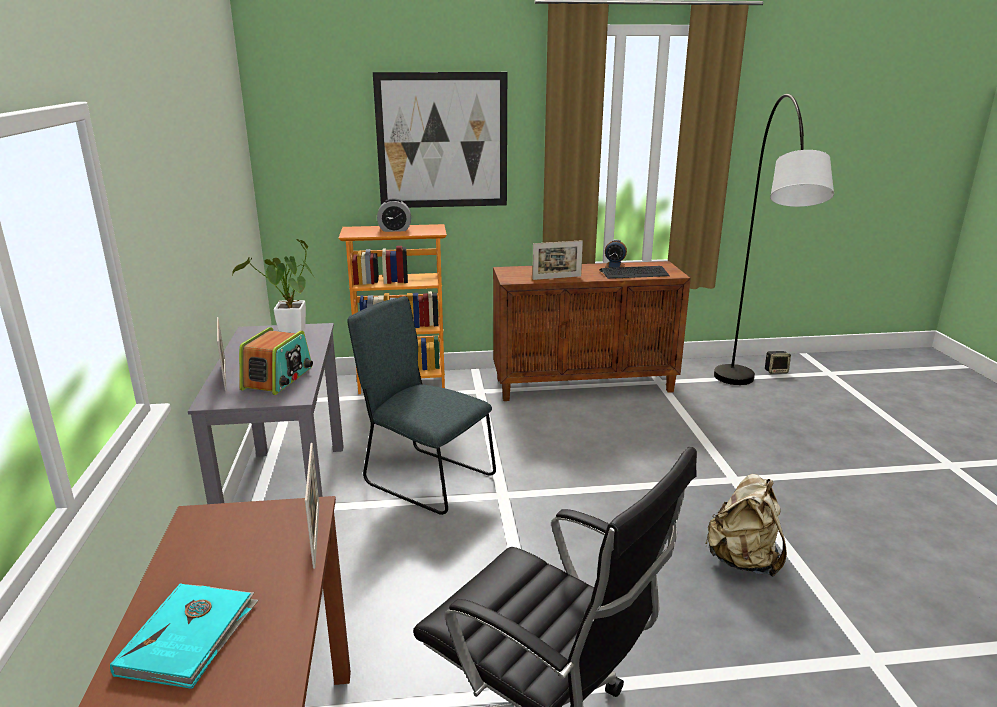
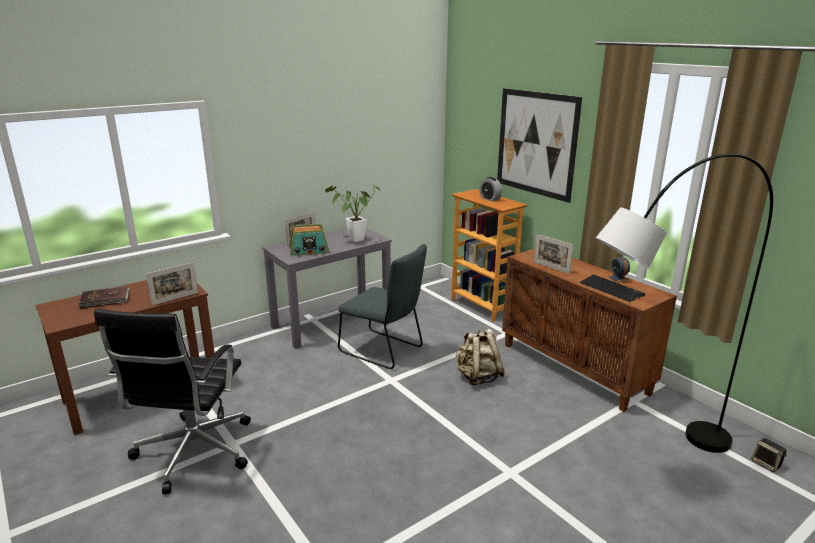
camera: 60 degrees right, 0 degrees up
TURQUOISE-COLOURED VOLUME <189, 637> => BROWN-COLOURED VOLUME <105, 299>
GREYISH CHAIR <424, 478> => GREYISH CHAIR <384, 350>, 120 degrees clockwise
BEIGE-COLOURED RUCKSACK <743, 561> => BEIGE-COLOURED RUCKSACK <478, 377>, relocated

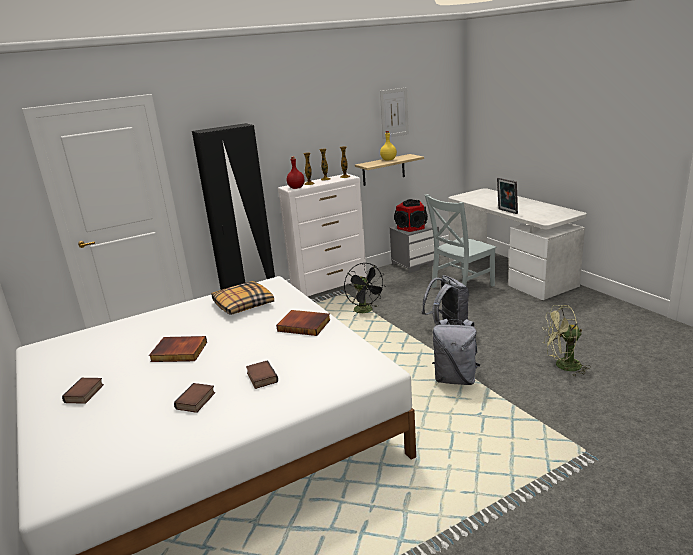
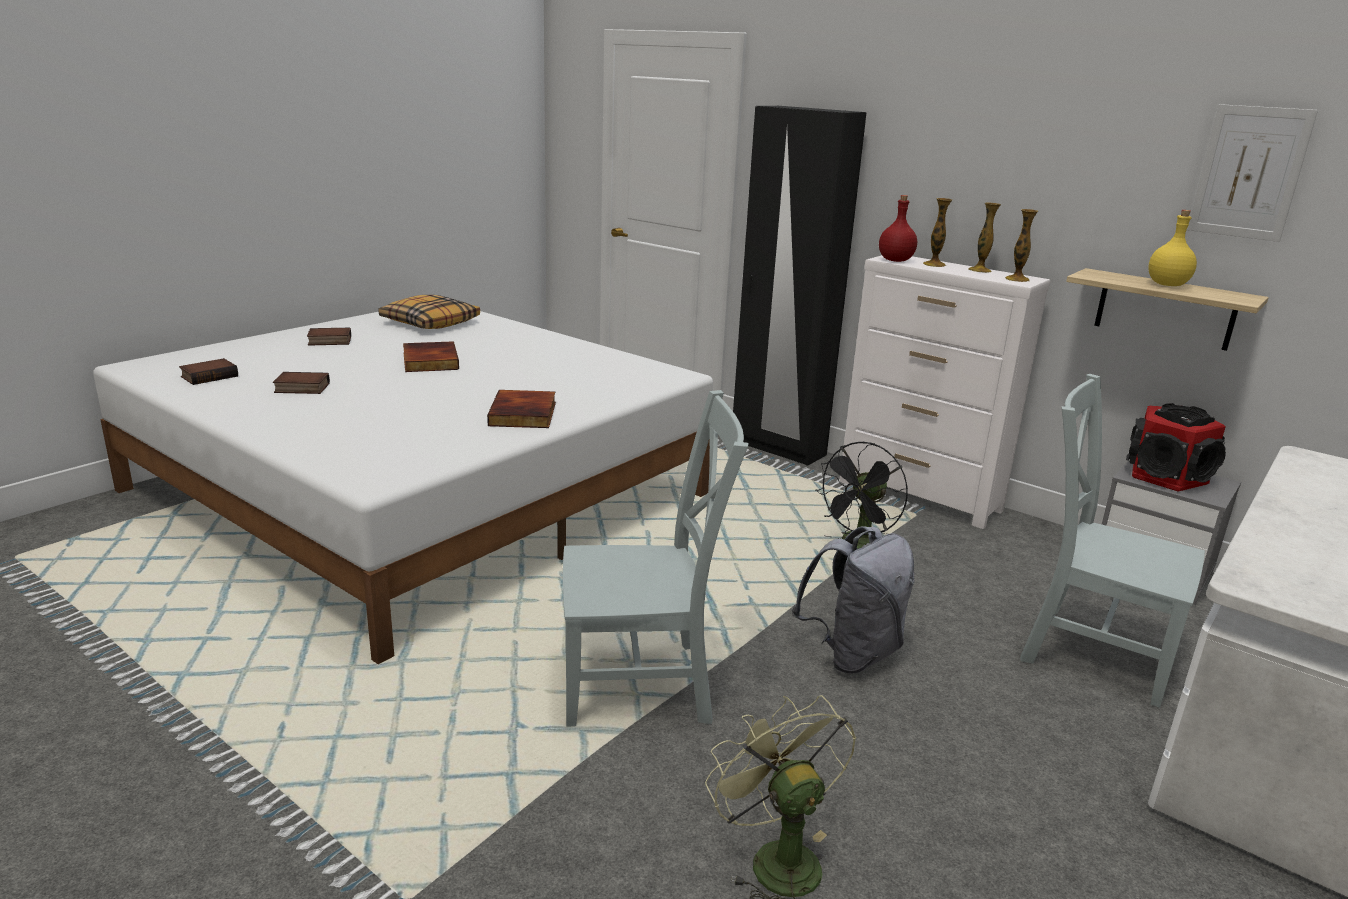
camera: 65 degrees right, 0 degrees up
THROW PILLOW <243, 305> => THROW PILLOW <430, 323>, relocated
VOLUME <261, 377> => VOLUME <209, 376>, relocated
GREYISH RUCKSACK <455, 379> => GREYISH CHAIR <643, 685>
PHOTO FRAME <506, 211> => nothing

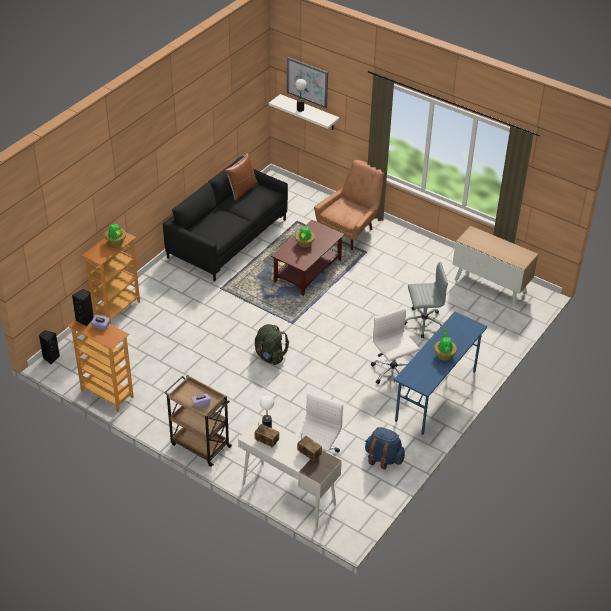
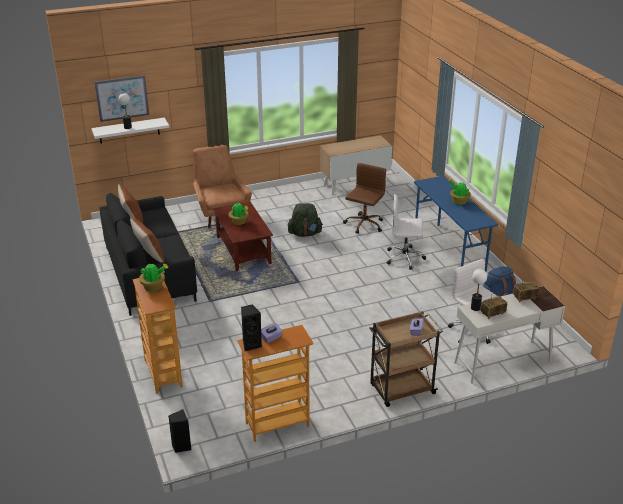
camera: 55 degrees left, 10 degrees down
GREENISH RUCKSACK <270, 356> => GREENISH RUCKSACK <305, 233>, relocated
GREYISH DESK CHAIR <423, 322> => BROWN-COLOURED DESK CHAIR <364, 225>
nothing => BROWN-COLOURED THROW PILLOW <149, 256>

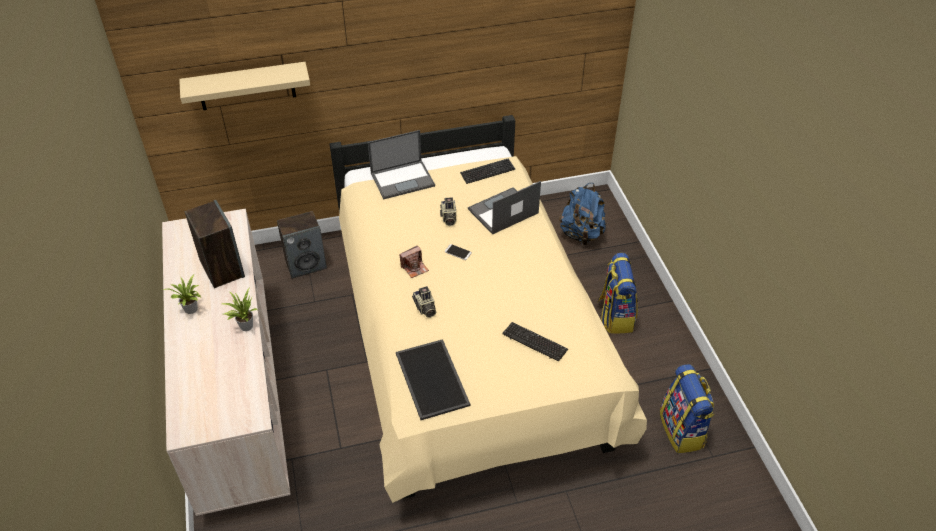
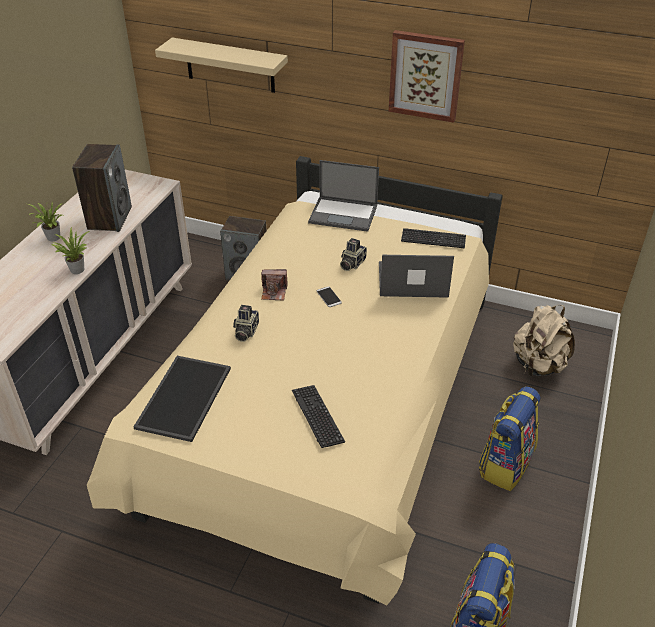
camera: 35 degrees right, 5 degrees down
BLUE RUCKSACK <581, 234> => BEIGE-COLOURED RUCKSACK <538, 365>
nothing => PICTURE <425, 75>

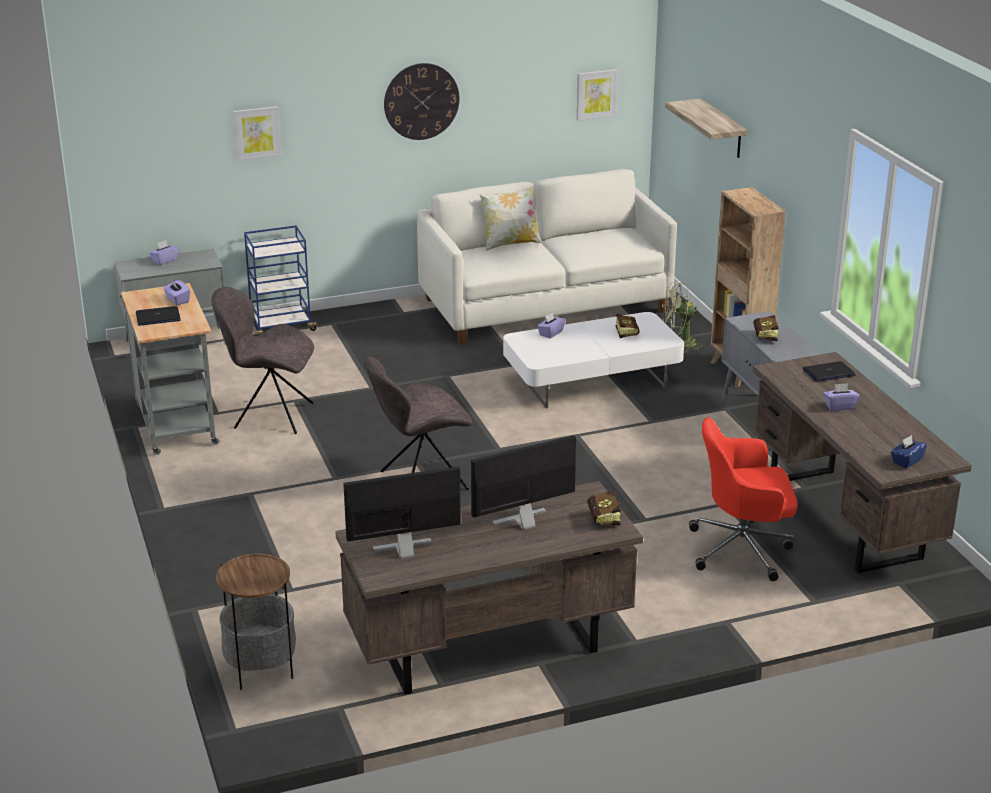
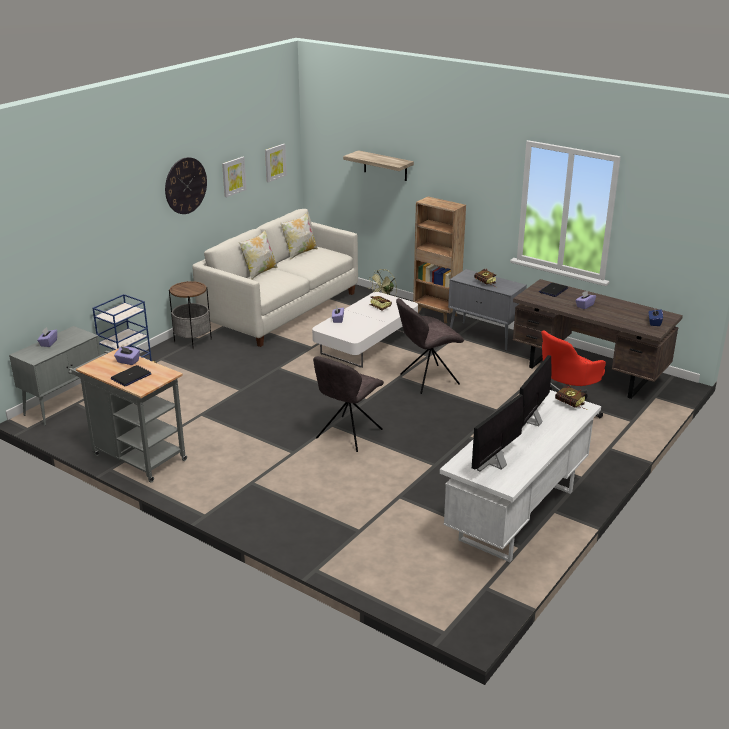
camera: 35 degrees left, 0 degrees up
GREYISH CHAIR <270, 415> => GREYISH CHAIR <427, 380>, relocated
END TABLE <261, 668> => END TABLE <193, 340>, relocated
PICTURE <256, 133> => PICTURE <233, 176>, relocated
BROWN-COLOURED DESK <488, 650> => WHITISH DESK <517, 516>
nothing => THROW PILLOW <299, 253>

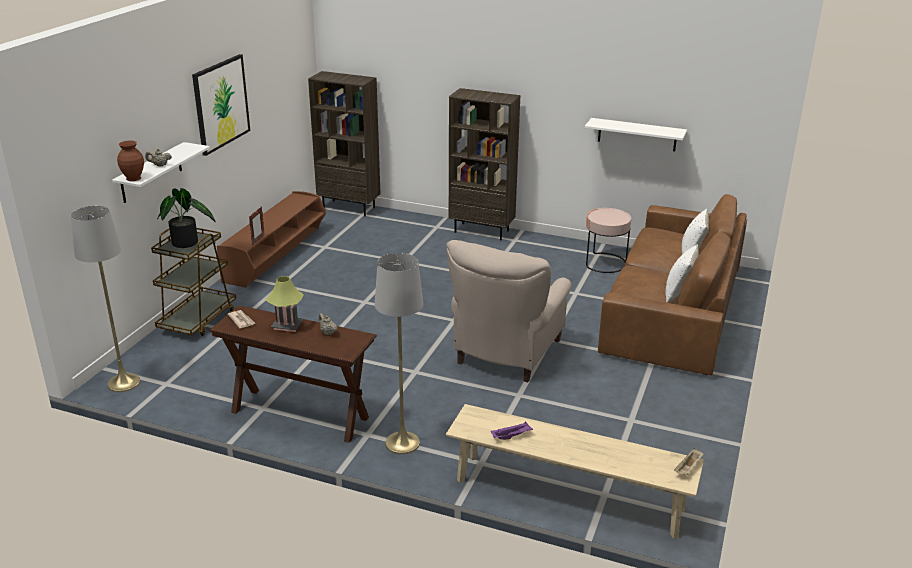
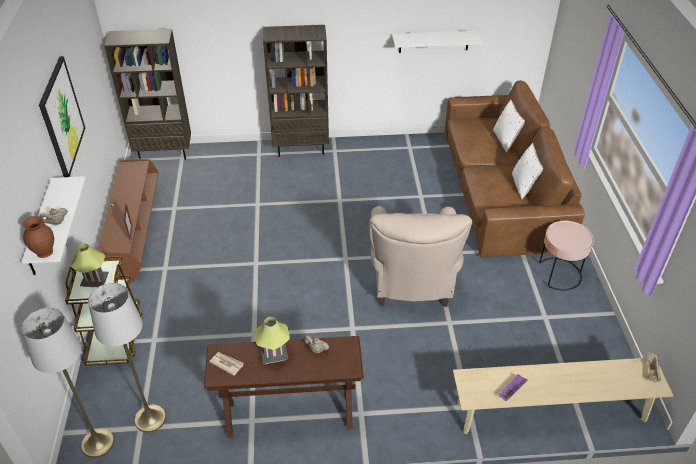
camera: 25 degrees left, 15 degrees up
PLANT IN A POT <187, 244> => LAMP FOR A TABLE <95, 280>
GREYISH FLOOR LAMP <402, 443> => GREYISH FLOOR LAMP <150, 418>, relocated
PINK END TABLE <604, 263> => PINK END TABLE <559, 274>, relocated

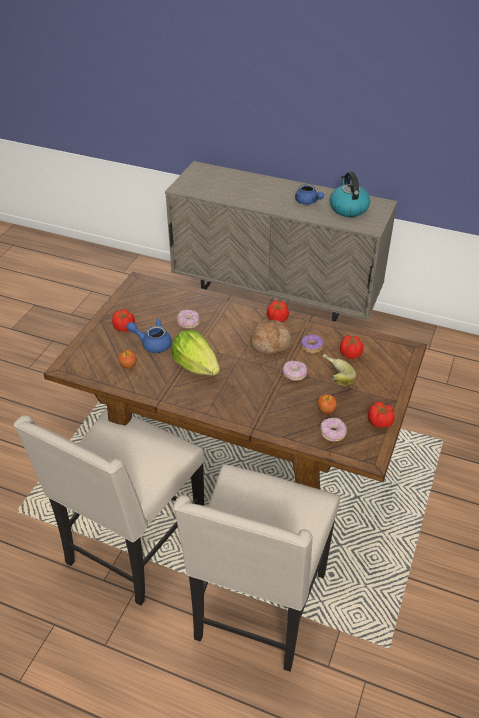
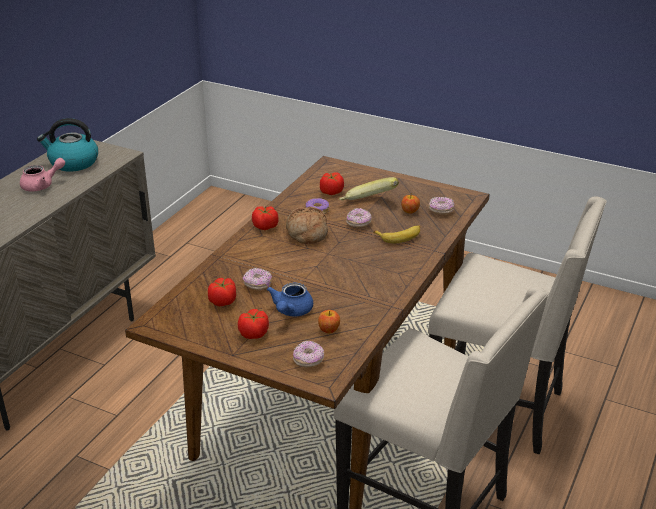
camera: 85 degrees left, 10 degrees down
LETTUCE <196, 366> => nothing
BLUE POT FOR TEA <308, 202> => PINK POT FOR TEA <42, 185>
WHOLE TOMATO <380, 422> => WHOLE TOMATO <223, 301>, relocated
nothing => DONUT <308, 360>
nothing => WHOLE BANANA <399, 236>

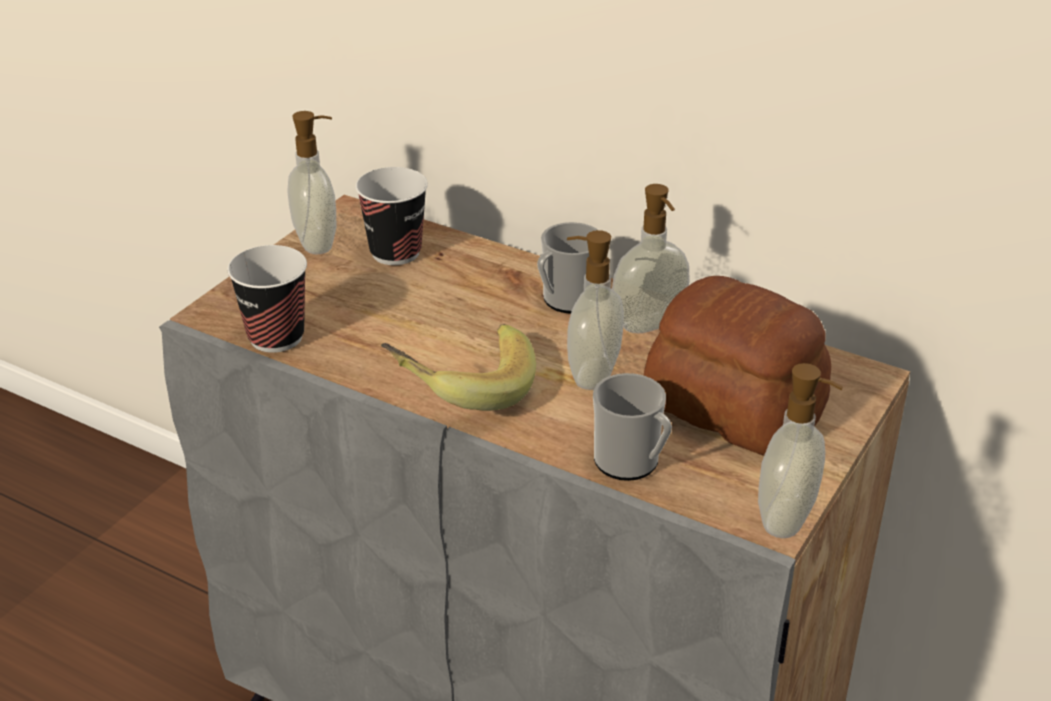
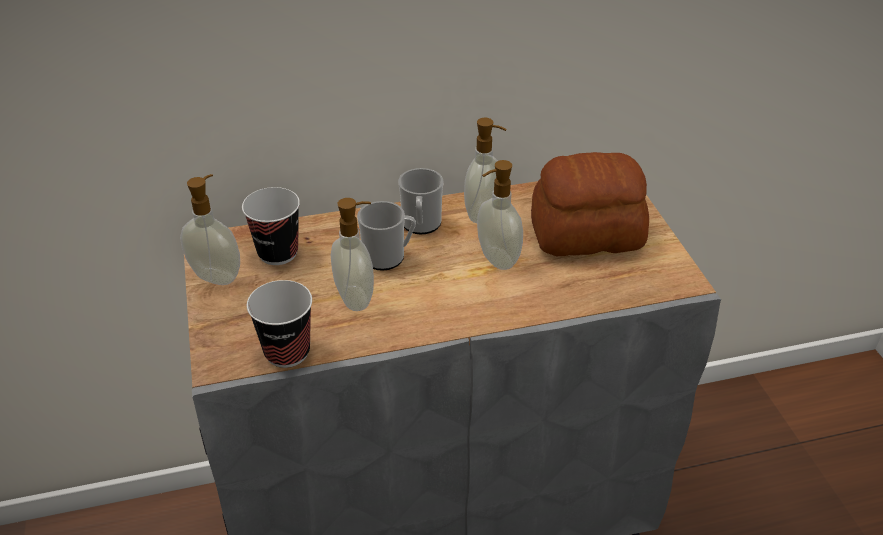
camera: 45 degrees left, 5 degrees up
WHOLE BANANA <461, 389> => nothing
MUG <632, 463> => MUG <388, 257>, relocated
SOAP BOTTLE <788, 519> => SOAP BOTTLE <356, 298>, relocated

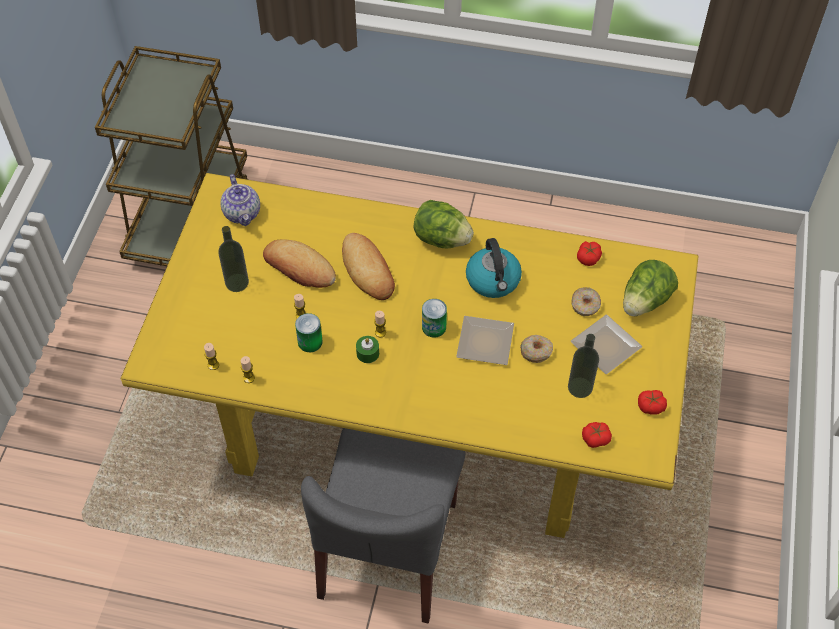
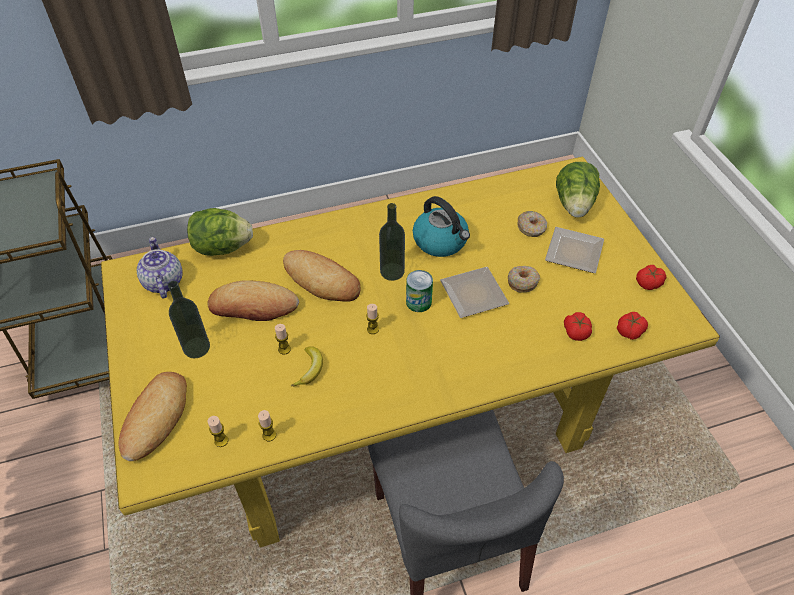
camera: 30 degrees left, 5 degrees down
POT FOR TEA <243, 213> => POT FOR TEA <163, 282>, 150 degrees counterclockwise
SEALED CAN <310, 342> => WHOLE BANANA <310, 369>
GREENISH WAX LIGHT <367, 353> => nothing
LETTUCE <441, 239> => LETTUCE <222, 247>, relocated
DRINK BOTTLE <580, 387> => DRINK BOTTLE <392, 271>, relocated
WHOLE TOMATO <588, 258> => WHOLE TOMATO <576, 331>, relocated
nothing => BREAD <156, 418>

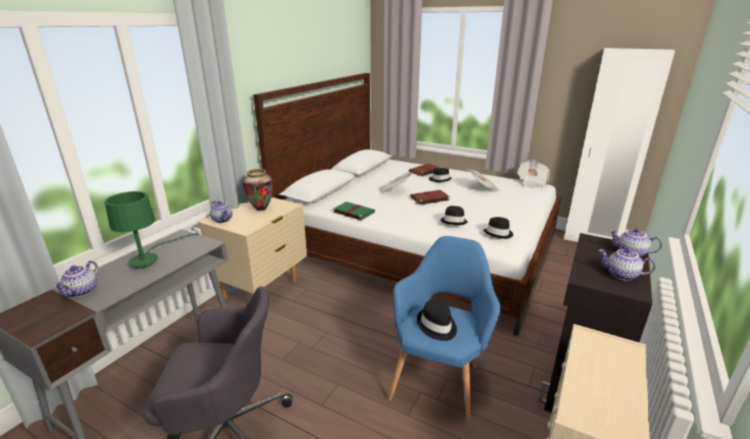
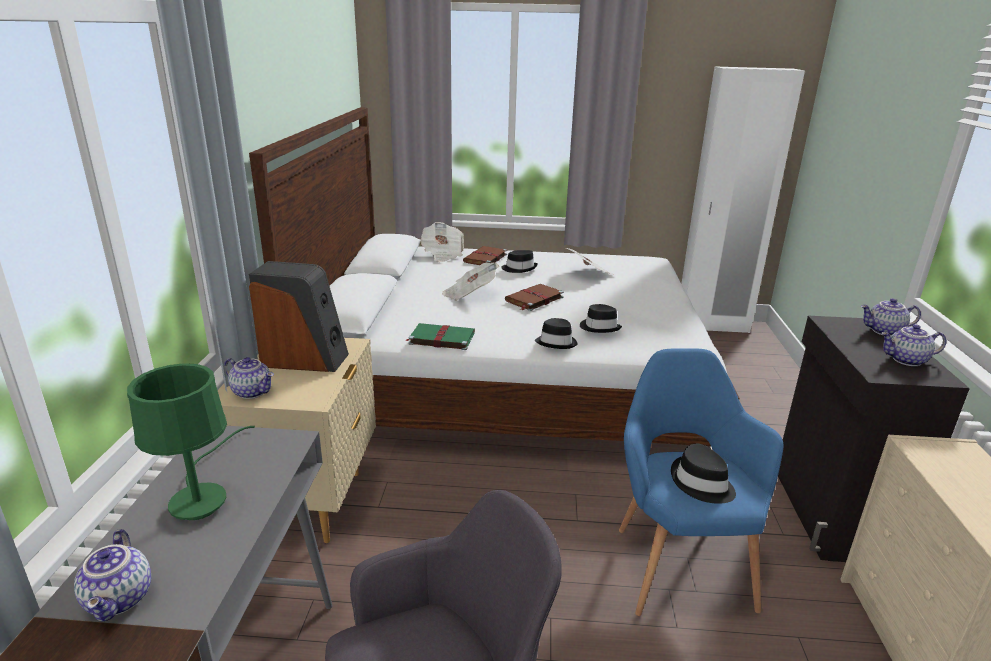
camera: 25 degrees left, 0 degrees up
DECORATIVE VASE <261, 209> => LOUDSPEAKER <305, 359>
BLACK CLOTHING HAT <498, 233> => BLACK CLOTHING HAT <556, 342>, relocated
NEWSPAPER <532, 182> => NEWSPAPER <442, 254>, relocated

